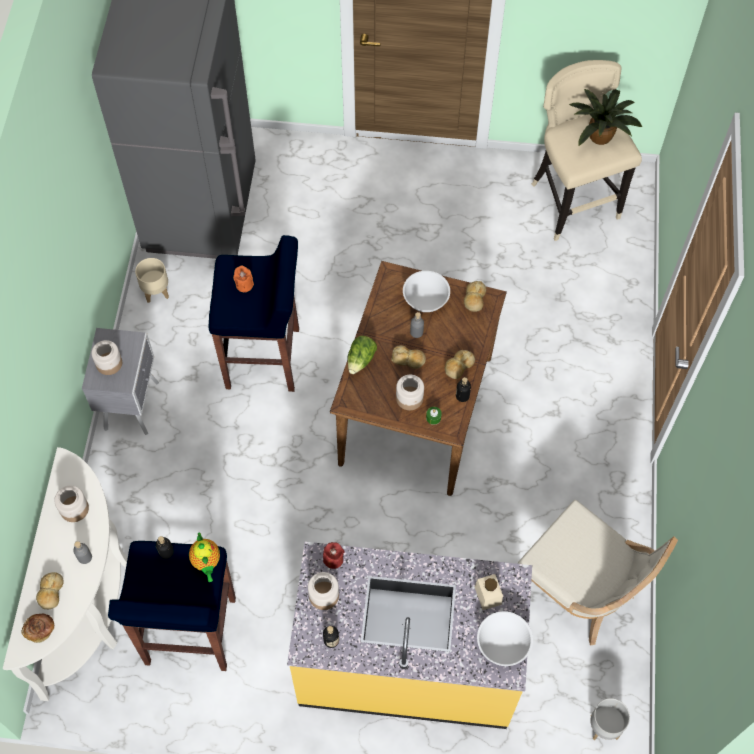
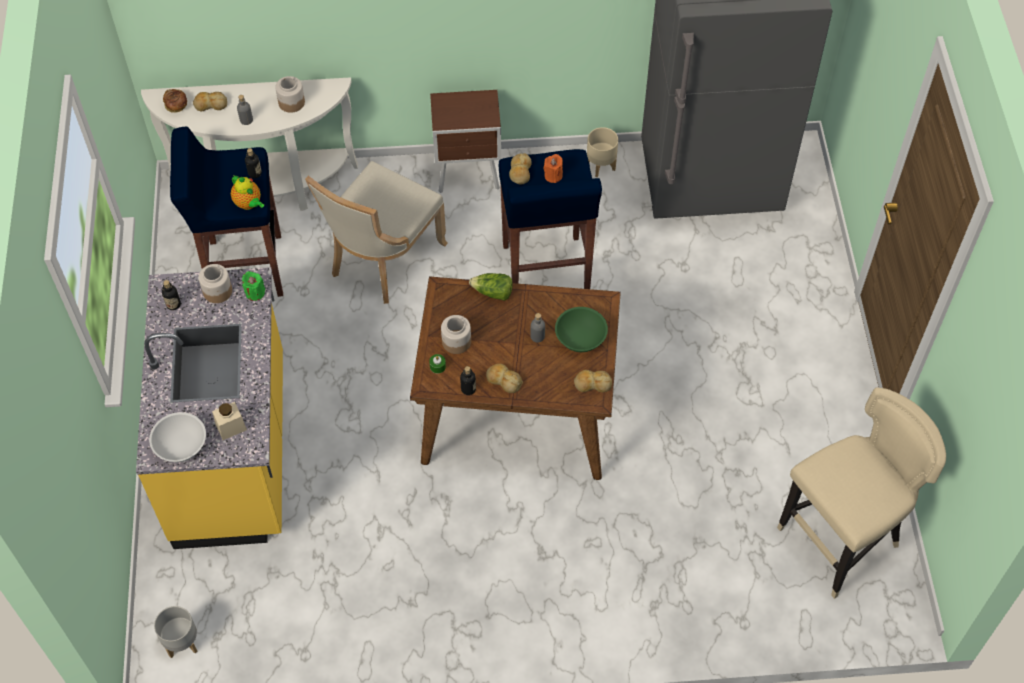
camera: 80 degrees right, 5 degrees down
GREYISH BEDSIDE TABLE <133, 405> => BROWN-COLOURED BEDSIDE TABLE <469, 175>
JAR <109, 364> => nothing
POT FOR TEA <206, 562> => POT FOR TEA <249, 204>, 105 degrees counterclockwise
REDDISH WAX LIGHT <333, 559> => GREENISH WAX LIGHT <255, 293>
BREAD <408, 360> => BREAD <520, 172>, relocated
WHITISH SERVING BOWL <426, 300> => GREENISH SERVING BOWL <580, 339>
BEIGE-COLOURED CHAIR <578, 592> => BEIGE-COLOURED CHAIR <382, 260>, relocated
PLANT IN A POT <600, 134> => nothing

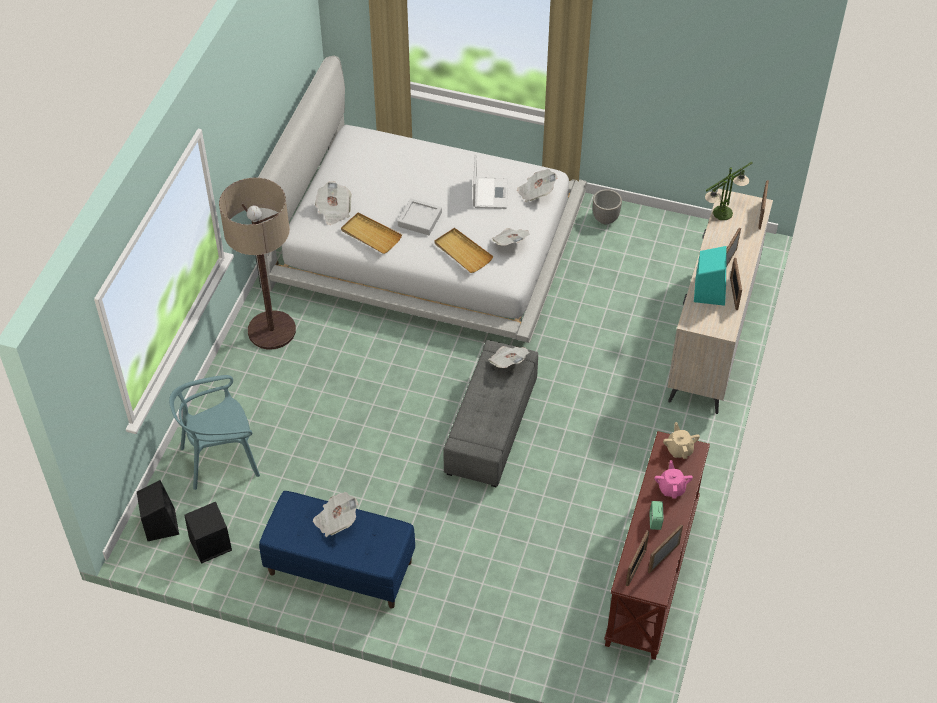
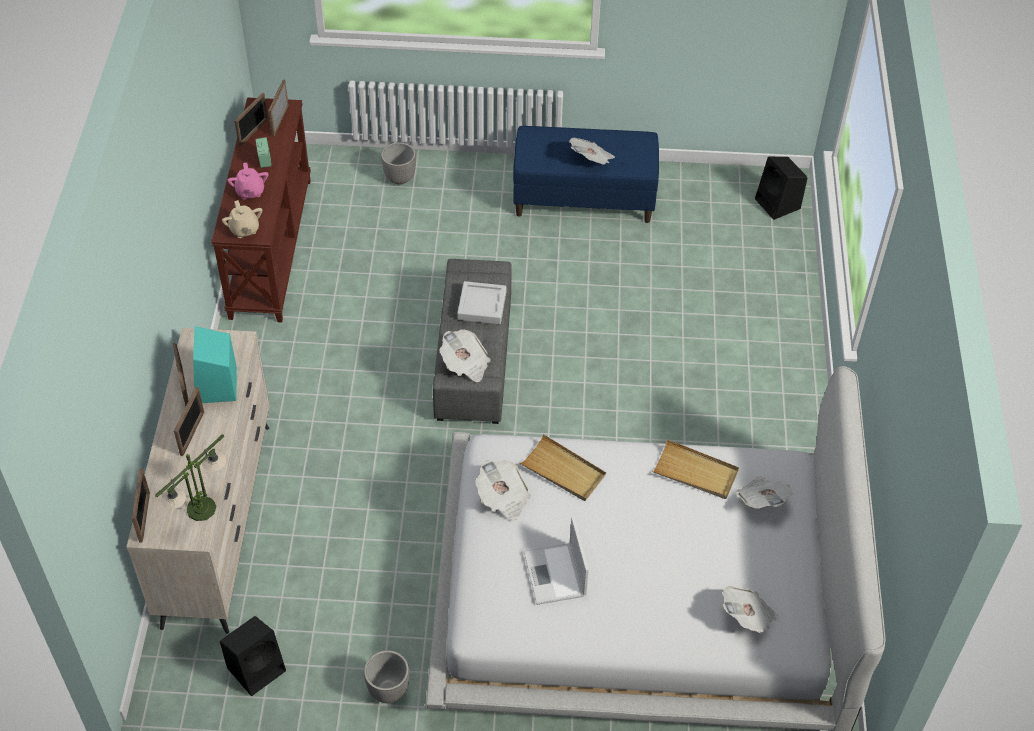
camera: 165 degrees right, 0 degrees up
TURQUOISE-COLOURED CHAIR <220, 459> => nothing
BLACK LOUDSPEAKER <209, 545> => BLACK LOUDSPEAKER <257, 668>, relocated
FLOOR LAMP <272, 330> => nothing
GREYISH SERVING TRAY <420, 219> => GREYISH SERVING TRAY <482, 306>, relocated
NEWSPAPER <536, 192> => NEWSPAPER <748, 617>, relocated
nothing => FLOWER POT <399, 178>

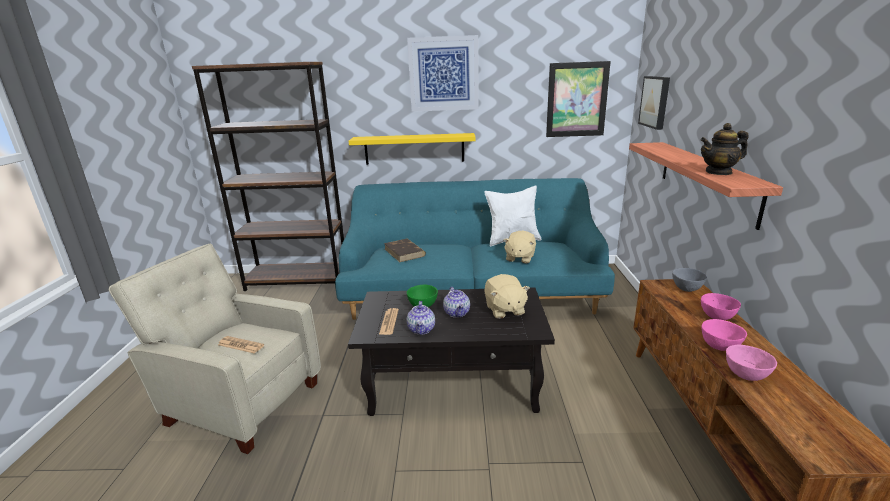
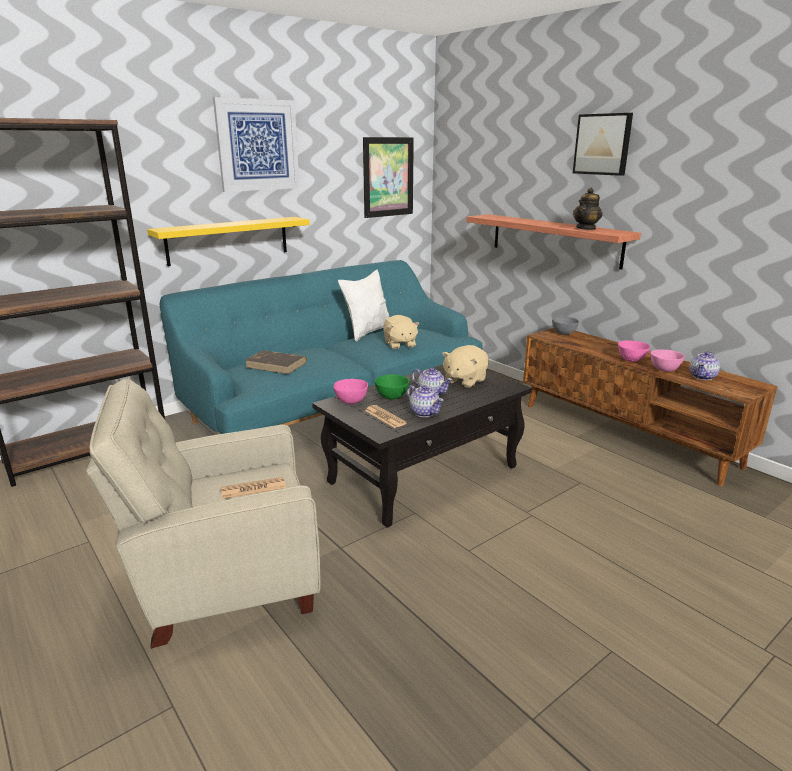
camera: 40 degrees left, 0 degrees up
BEIGE-COLOURED PLUSH TOY <504, 310> => BEIGE-COLOURED PLUSH TOY <464, 380>, 90 degrees clockwise
PICTURE <655, 102> => PICTURE <603, 144>, relocated
PINK SERVING BOWL <716, 317> => PINK SERVING BOWL <351, 402>, relocated
nothing => POT FOR TEA <703, 377>

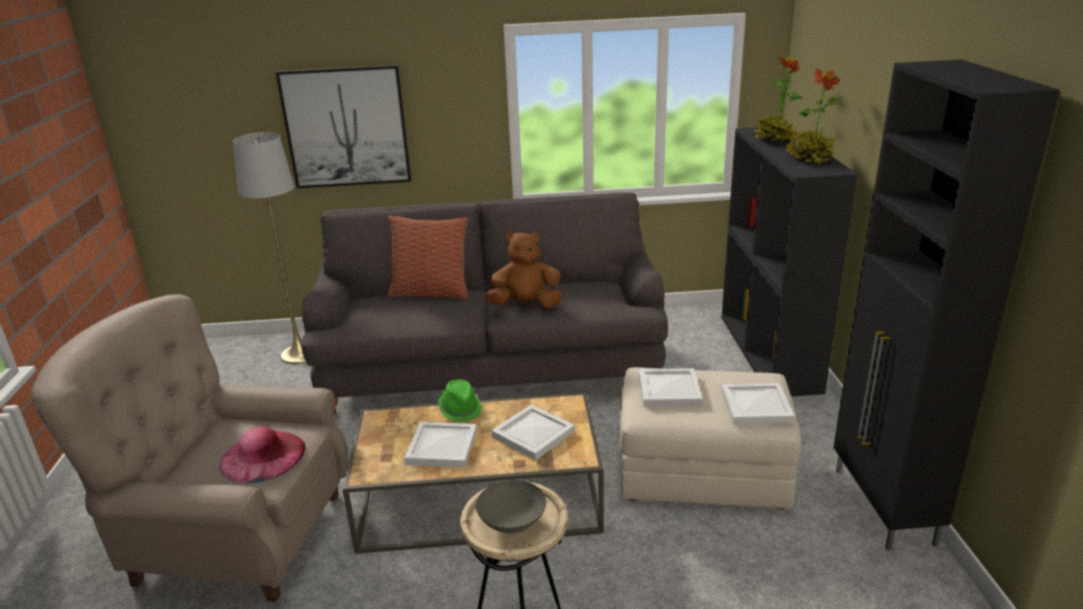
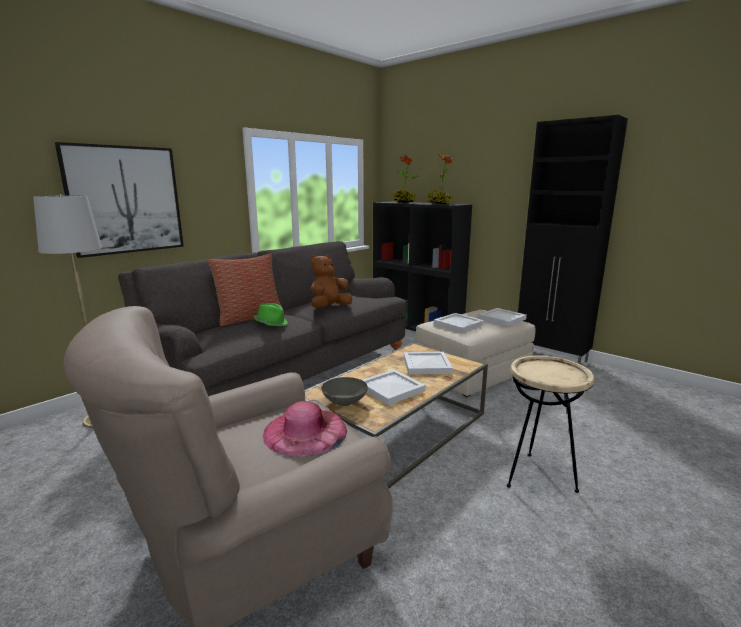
camera: 45 degrees left, 10 degrees down
GREENISH CLOTHING HAT <460, 409> => GREENISH CLOTHING HAT <271, 323>, relocated
GREYISH SERVING BOWL <511, 523> => GREYISH SERVING BOWL <344, 403>, relocated

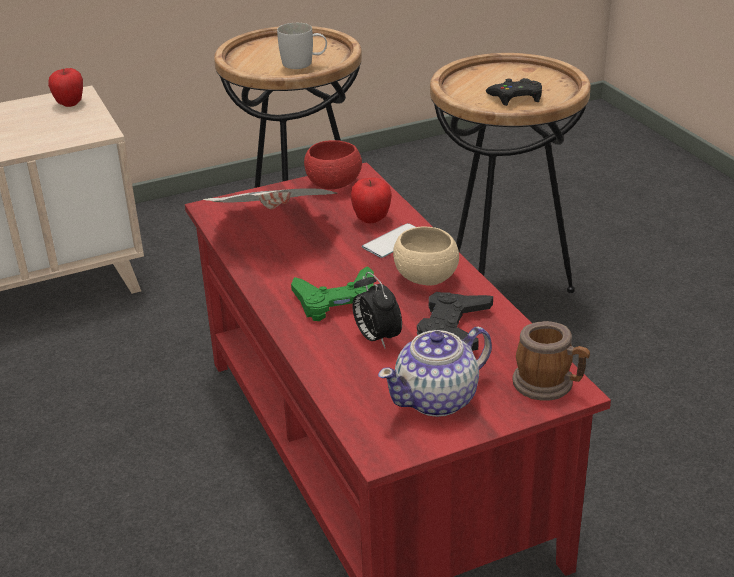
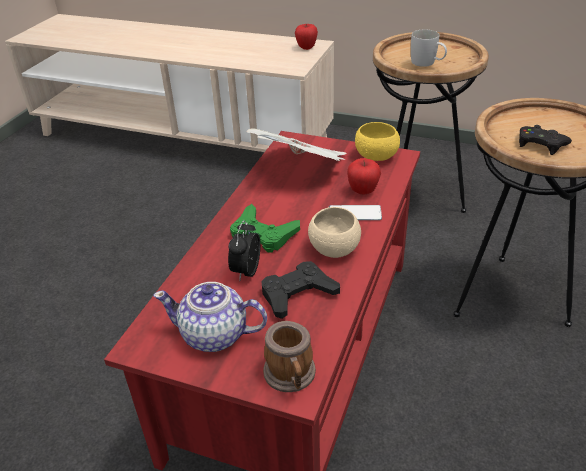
camera: 45 degrees right, 5 degrees up
REDDISH SERVING BOWL <334, 184> => YELLOW-COLOURED SERVING BOWL <376, 157>

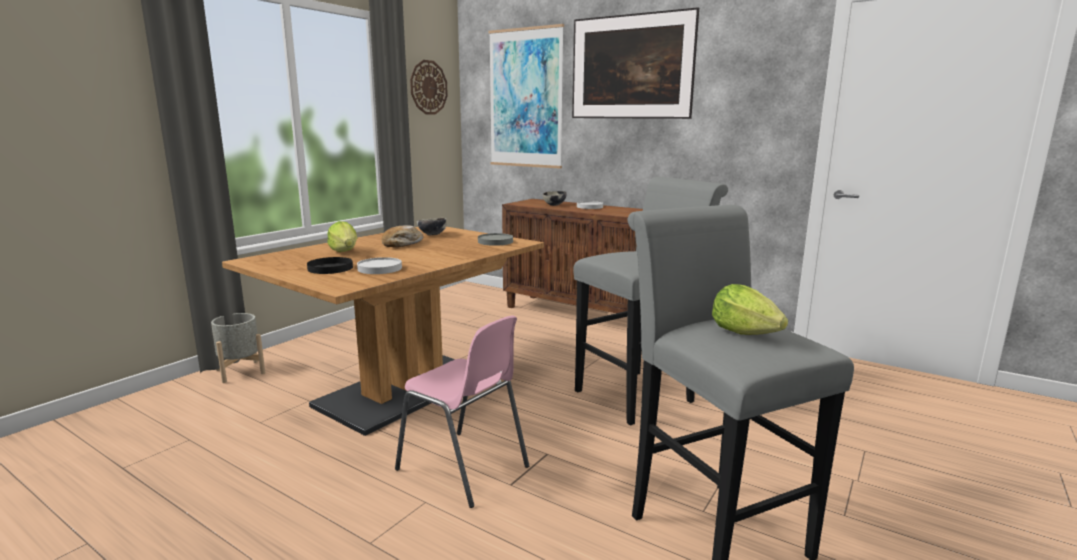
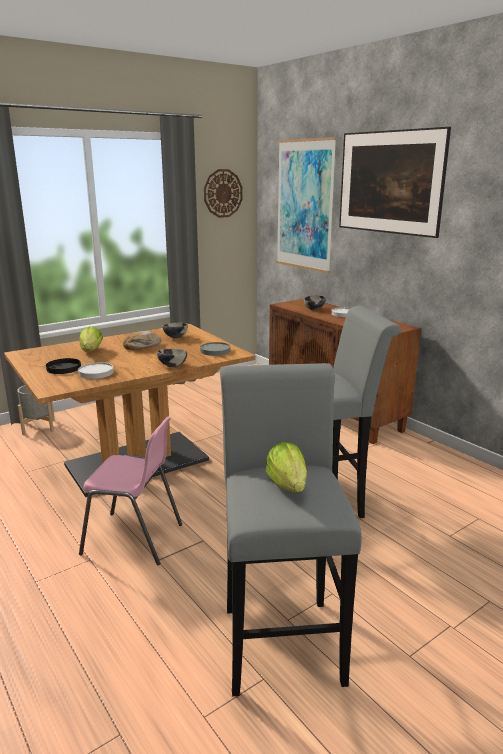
camera: 20 degrees right, 5 degrees up
PINK CHAIR <464, 468> => PINK CHAIR <134, 539>, 45 degrees counterclockwise
nothing => SERVING BOWL <172, 366>

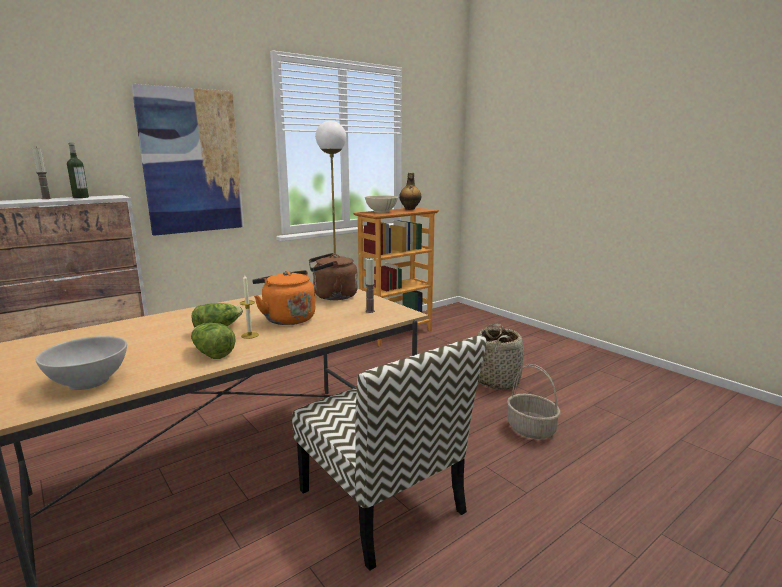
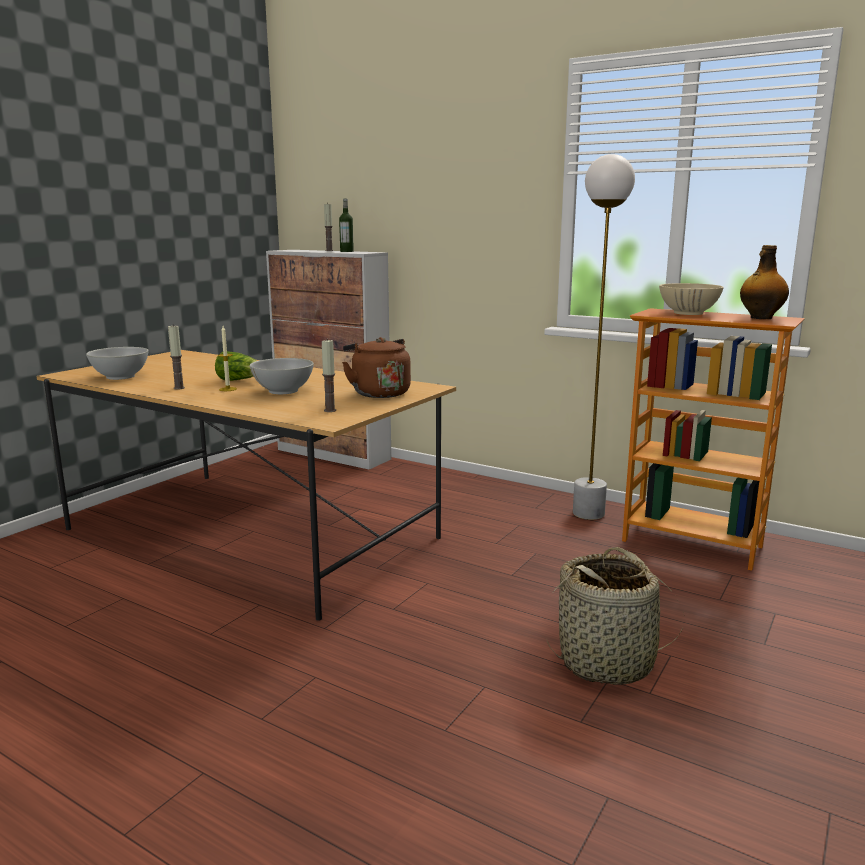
camera: 70 degrees right, 0 degrees up
PICTURE <191, 162> => nothing
LETTUCE <212, 353> => WAX LIGHT <179, 388>
ORANGE-COLOURED TEA KETTLE <287, 318> => WHITISH SERVING BOWL <283, 391>
CHAIR <383, 502> => nothing
HOUSEHOLD BASKET <531, 429> => nothing

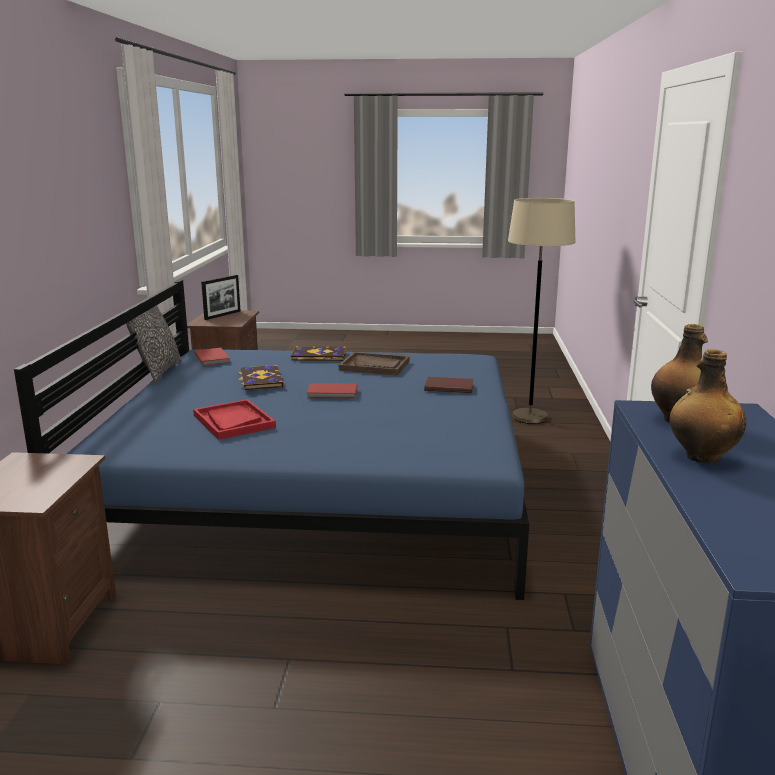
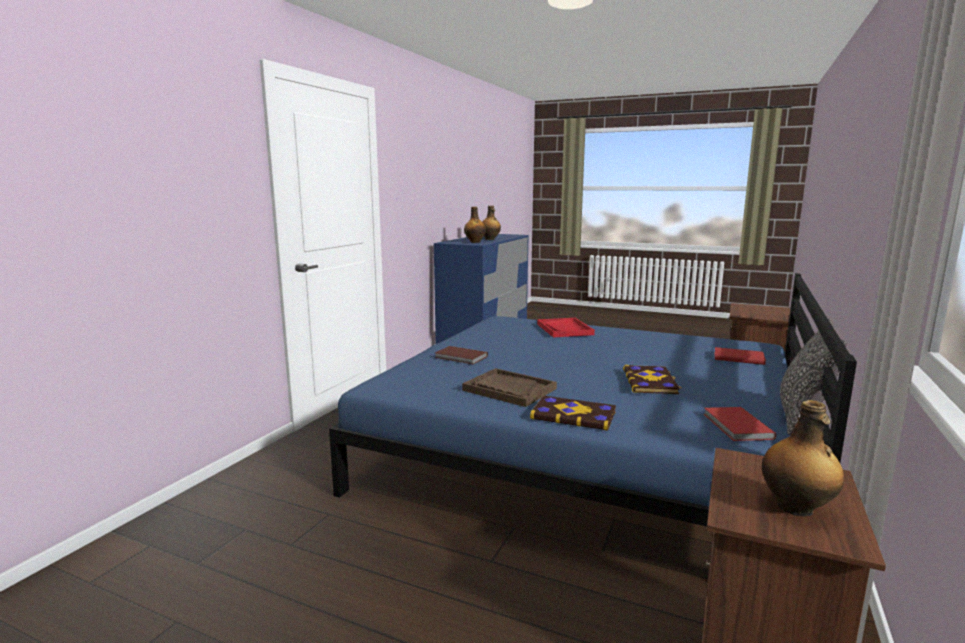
camera: 160 degrees left, 5 degrees down
REDDISH SERVING TRAY <233, 421> => REDDISH SERVING TRAY <564, 329>, relocated
PHOTO FRAME <222, 315> => DRINK BOTTLE <796, 508>
REDDISH VOLUME <333, 393> => REDDISH VOLUME <738, 358>, relocated
BEIGE-COLOURED FLOOR LAMP <530, 417> => nothing

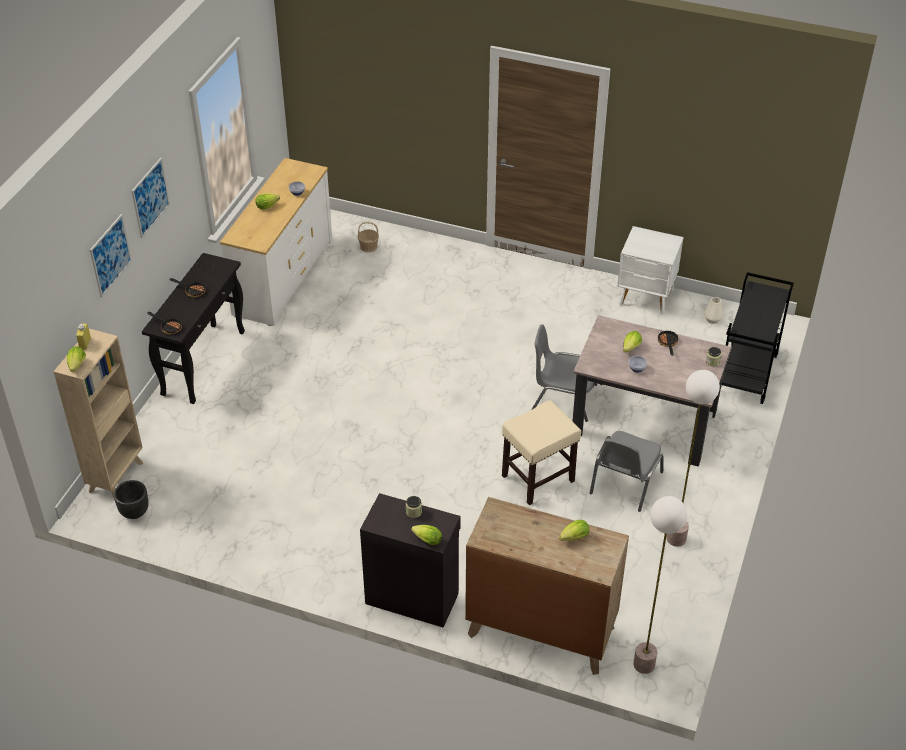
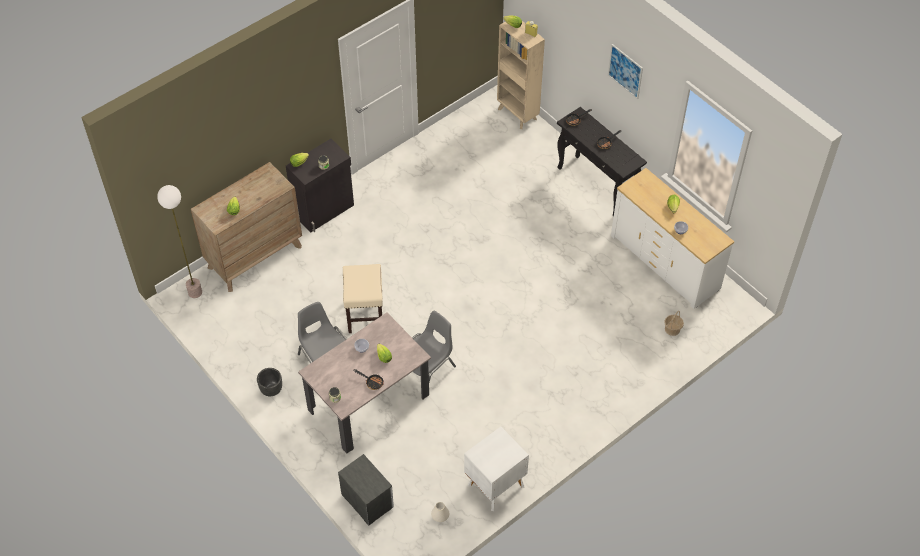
camera: 120 degrees right, 10 degrees up
PICTURE <110, 255> => nothing
BLACK FLOWER POT <134, 513> => BLACK FLOWER POT <271, 390>, relocated
FLOOR LAMP <676, 539> => nothing
BLACK TROLLEY <747, 375> => BEDSIDE TABLE <367, 500>

